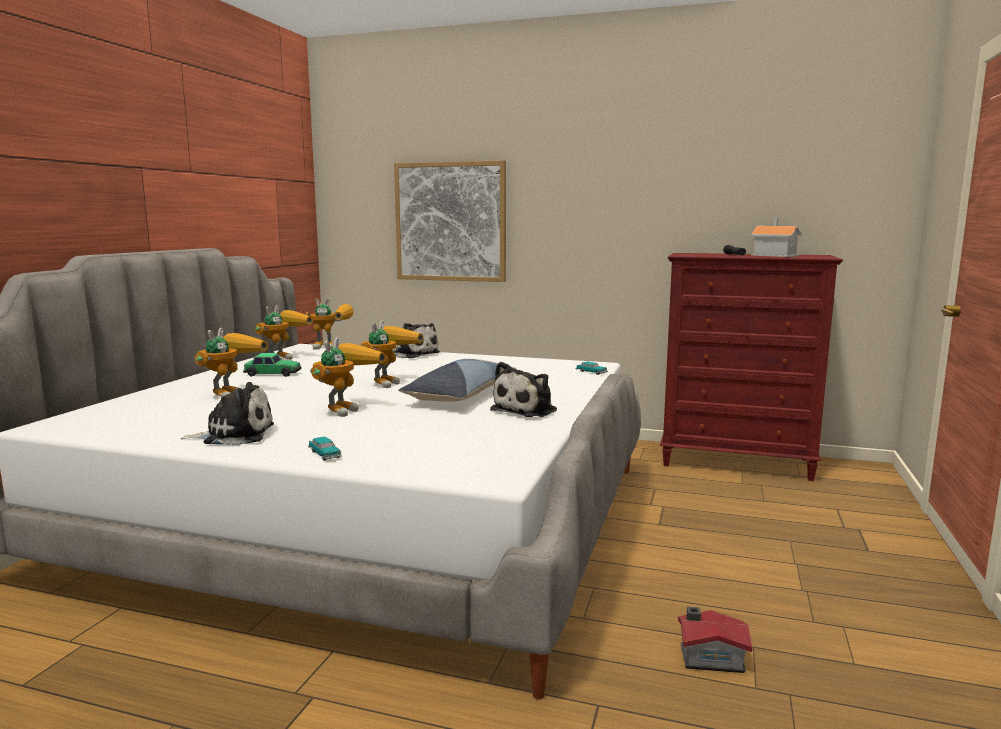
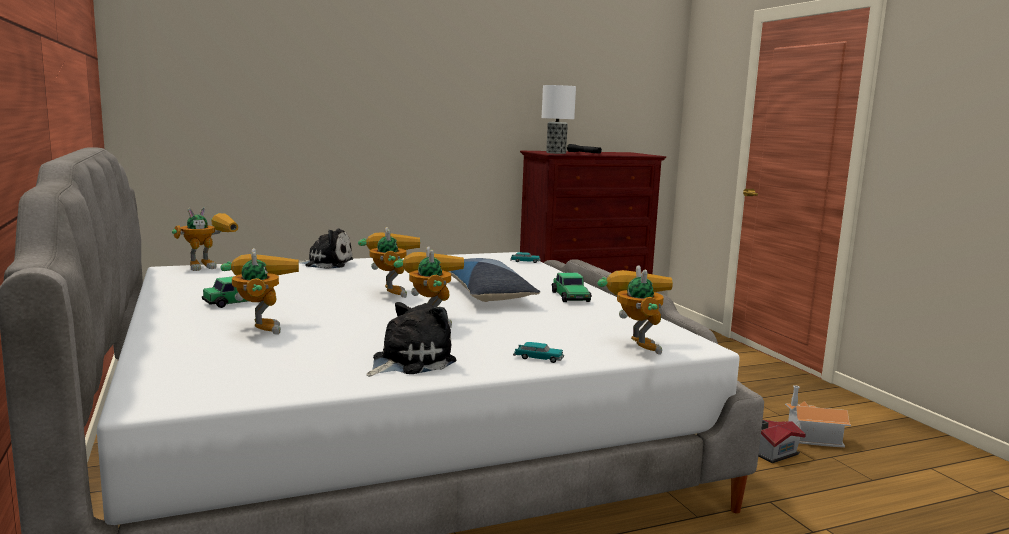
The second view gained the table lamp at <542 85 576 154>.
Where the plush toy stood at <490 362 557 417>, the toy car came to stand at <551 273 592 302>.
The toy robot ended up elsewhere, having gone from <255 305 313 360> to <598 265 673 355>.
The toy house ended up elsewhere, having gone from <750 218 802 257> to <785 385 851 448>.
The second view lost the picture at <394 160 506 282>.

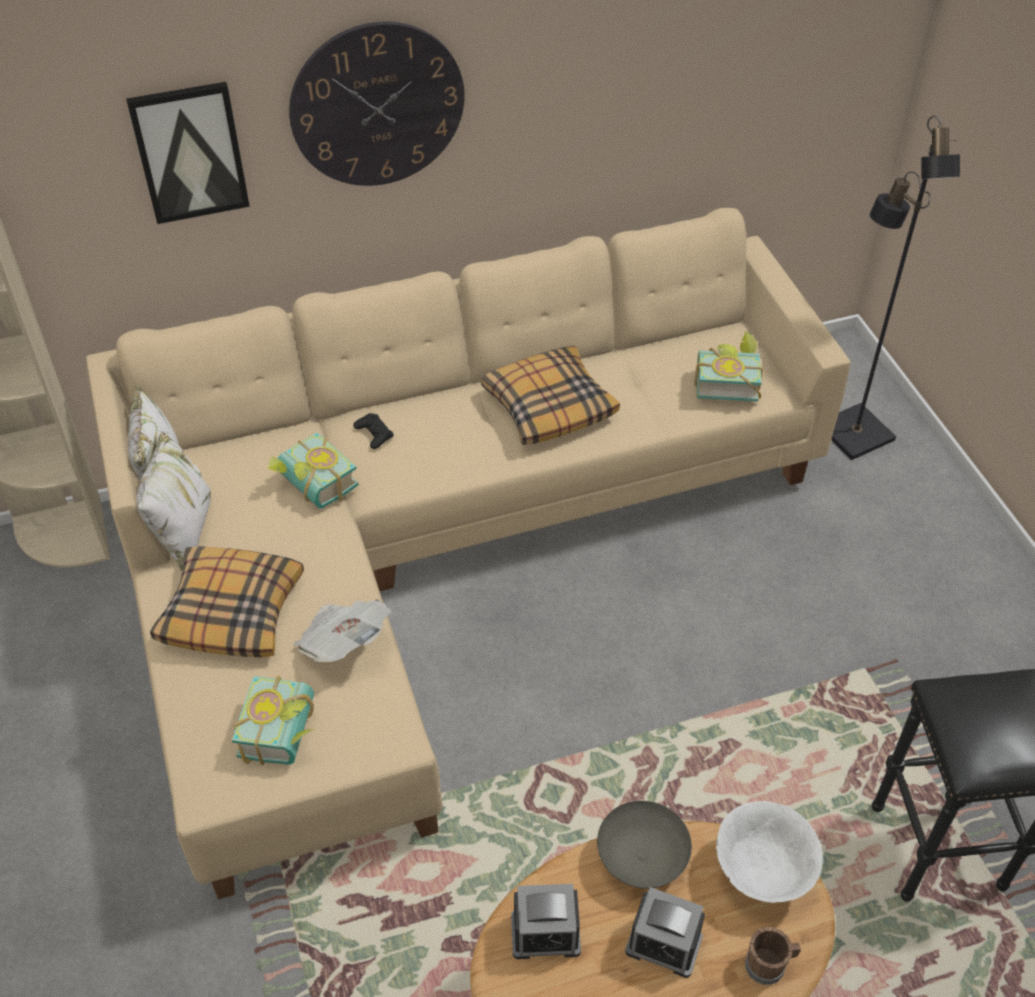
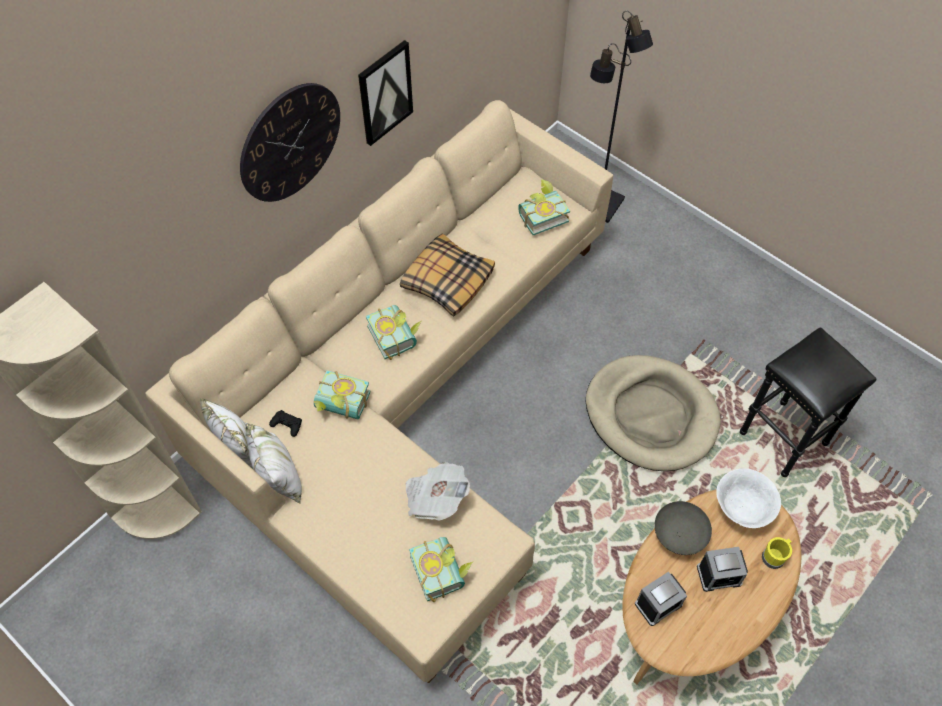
The black game controller ended up elsewhere, having gone from <353 413 394 449> to <269 410 302 437>.
The picture ended up elsewhere, having gone from <126 82 250 224> to <358 40 413 146>.
The second view gained the book at <366 305 421 360>.
The second view gained the beige dog bed at <586 355 721 471>.
What was the brown mug at <745 927 801 985> turned into the yellow mug at <762 537 792 569>.
The second view lost the pillow at <150 546 304 658>.

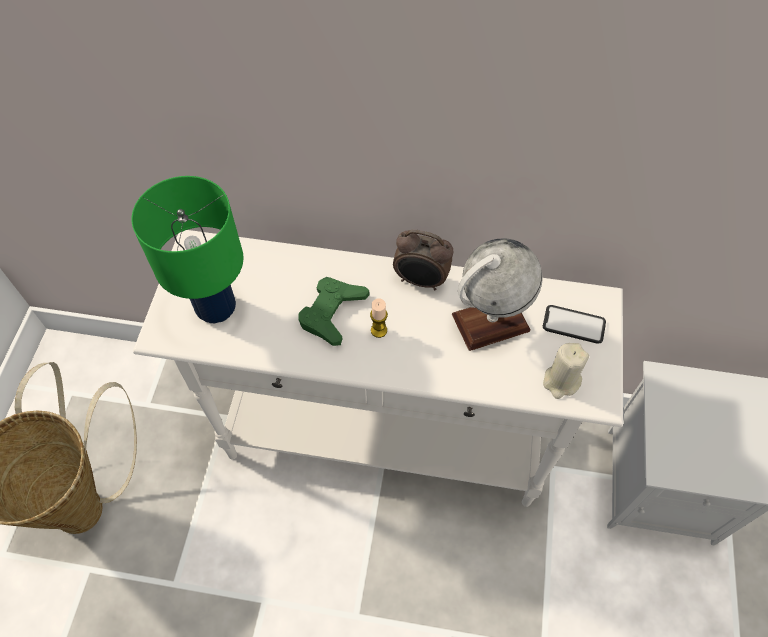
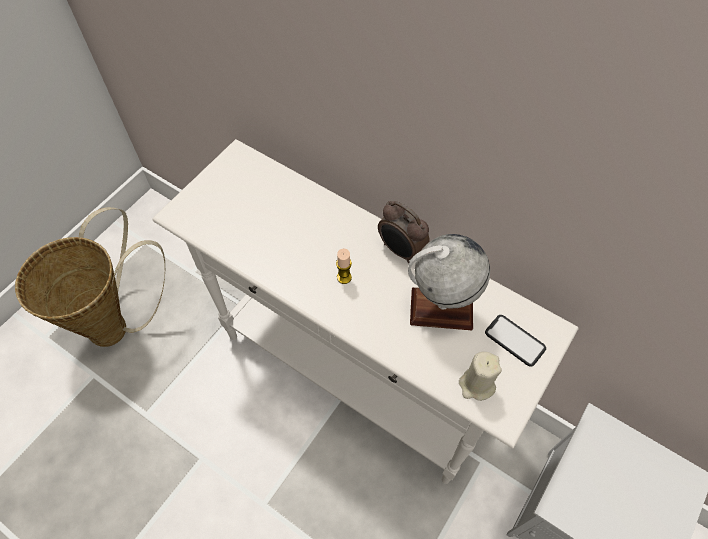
The second view lost the green table lamp at <131 176 243 323>.
The second view lost the green game controller at <298 277 369 346>.

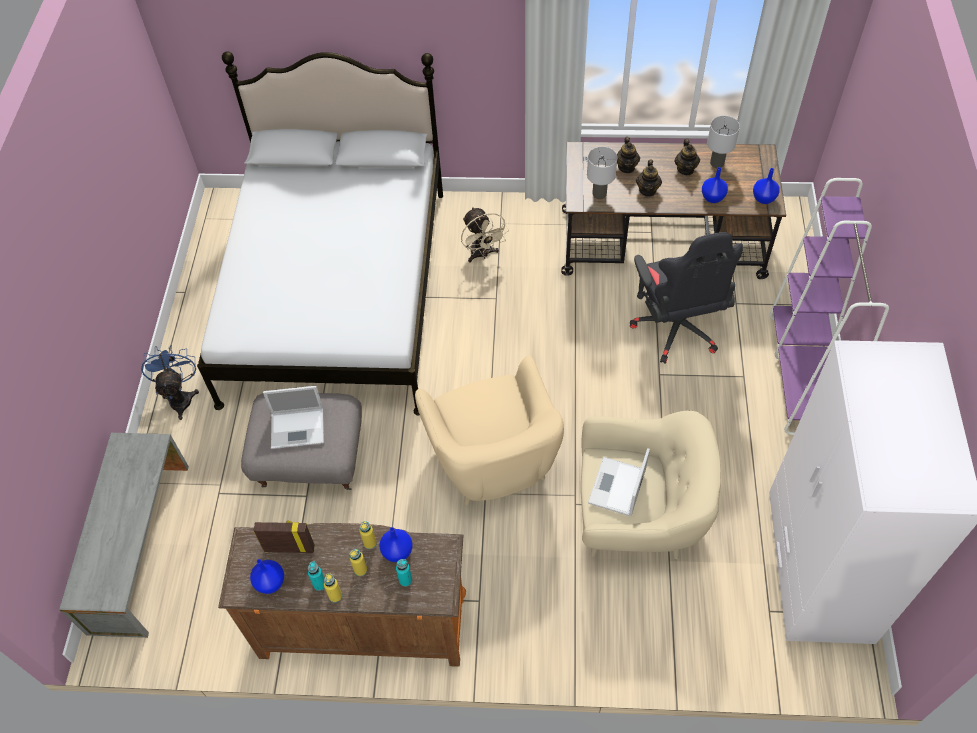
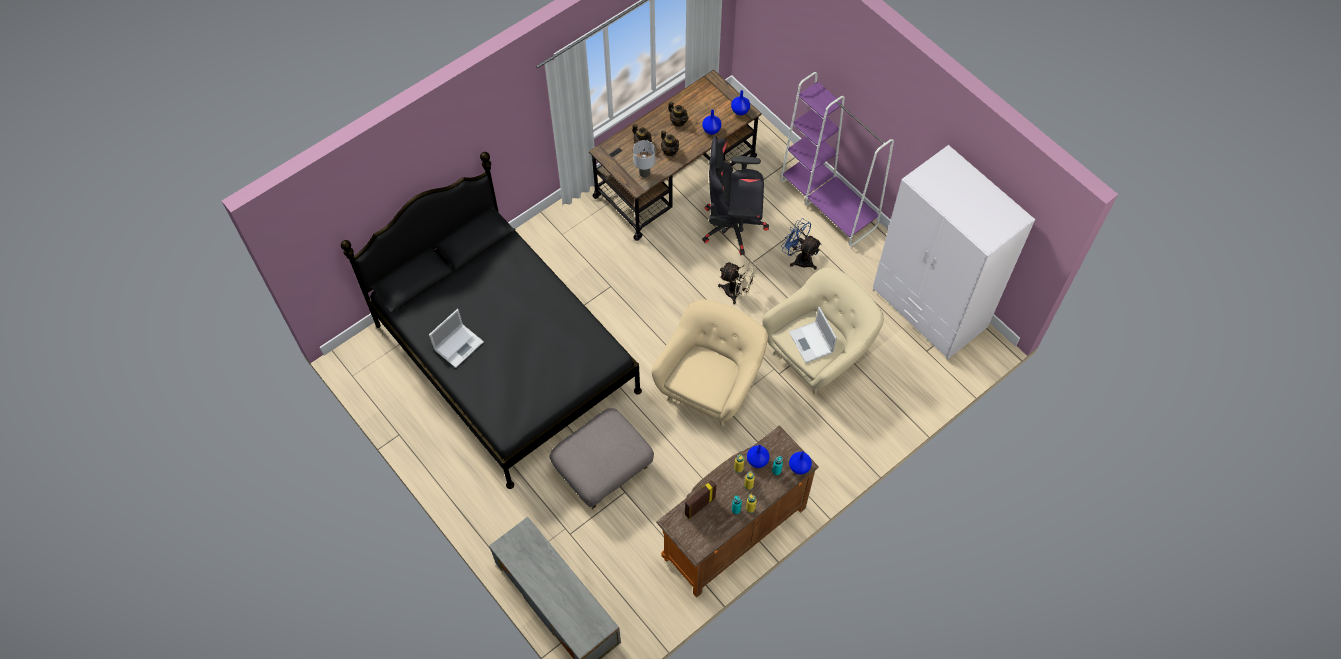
What was the white bed at <197 51 443 416> turned into the black bed at <341 152 642 489>.
The laptop ended up elsewhere, having gone from <263 386 324 449> to <429 309 484 368>.
The beige armchair at <415 356 564 505> ended up facing another way, 90 degrees counterclockwise from before.
The black office chair at <630 232 743 364> ended up facing another way, 150 degrees clockwise from before.
The beige fan ended up elsewhere, having gone from <461 207 509 263> to <718 258 758 304>.
The blue fan ended up elsewhere, having gone from <141 344 199 420> to <781 218 822 270>.
The blue vase ended up elsewhere, having gone from <250 559 284 594> to <789 451 812 475>.
The second view lost the white table lamp at <707 116 740 168>.

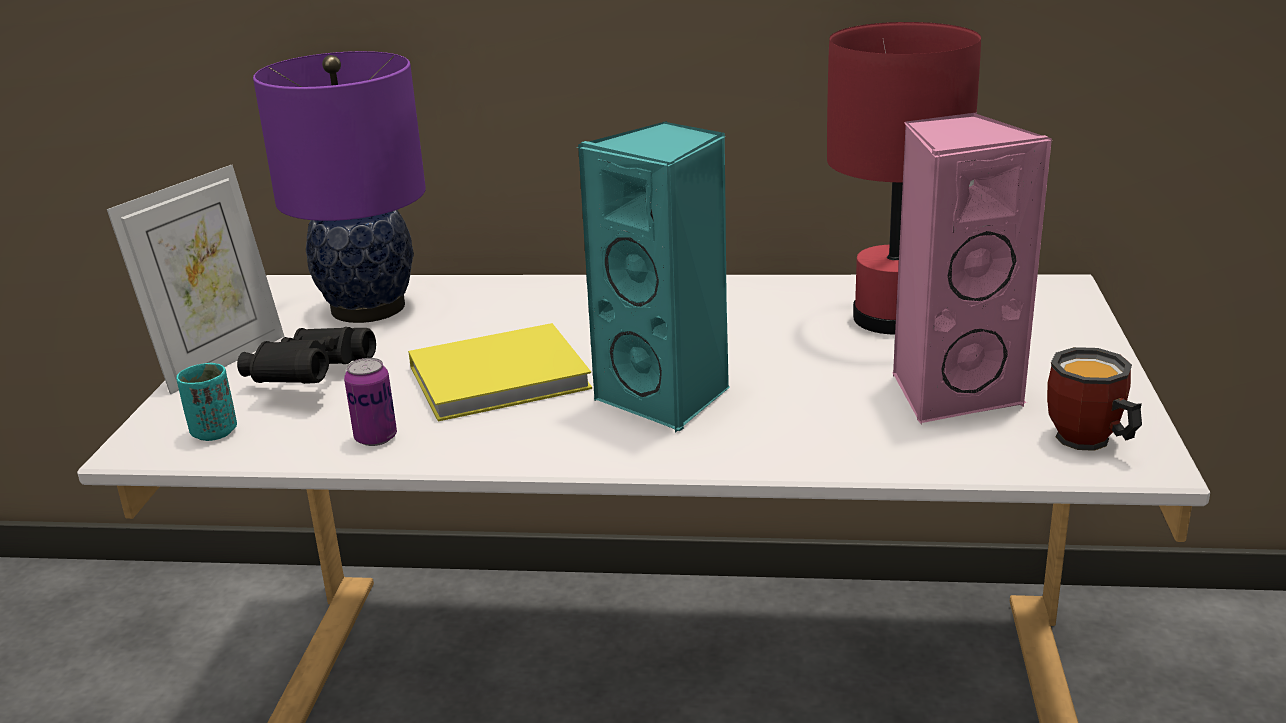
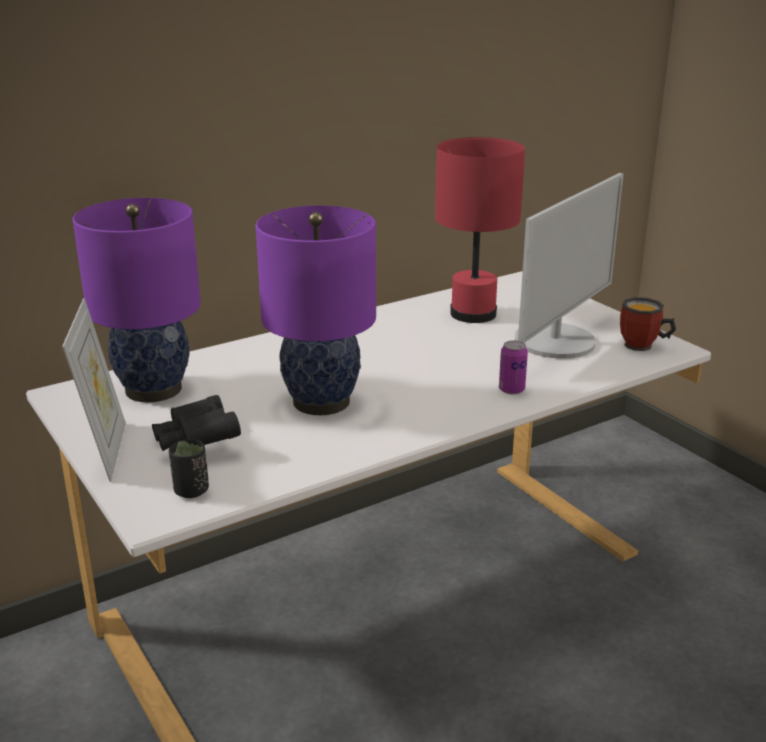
What was the turquoise cup at <176 363 237 441> turned into the black cup at <169 439 209 498>.
Where the yellow book stood at <408 323 592 422>, the purple table lamp came to stand at <256 206 376 415>.
The can ended up elsewhere, having gone from <344 358 397 446> to <499 340 528 395>.
Where the pink speaker stood at <892 112 1052 425>, the monitor came to stand at <515 173 624 359>.
The second view lost the turquoise speaker at <576 121 729 433>.

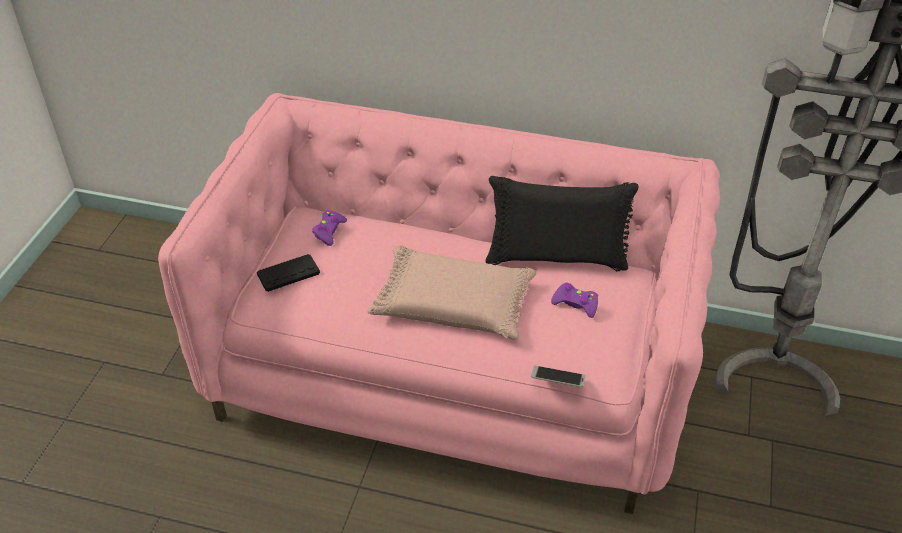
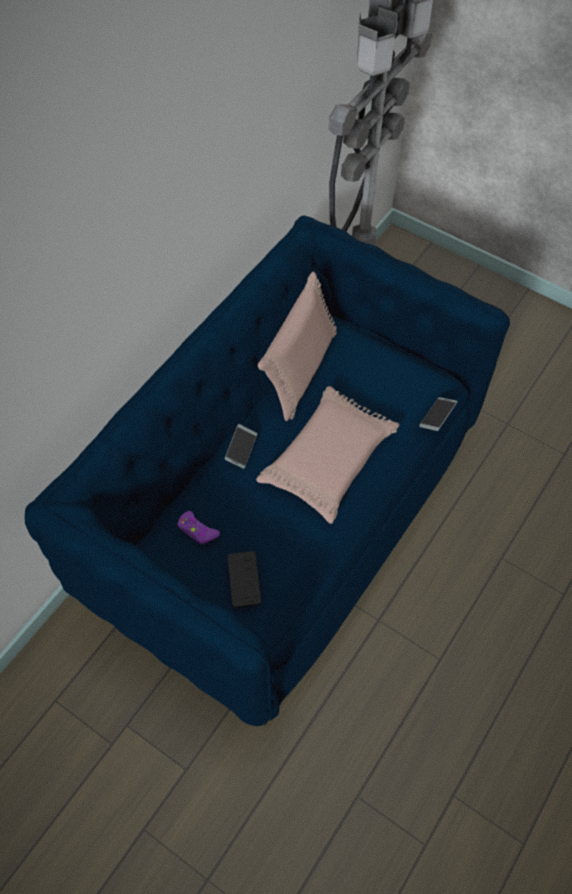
What was the pink sofa at <158 93 720 514> turned into the blue sofa at <25 216 510 726>.
The second view gained the phone at <225 424 257 469>.
What was the black pillow at <485 176 639 272> turned into the beige pillow at <258 271 337 421>.
The second view lost the purple game controller at <551 283 598 318>.

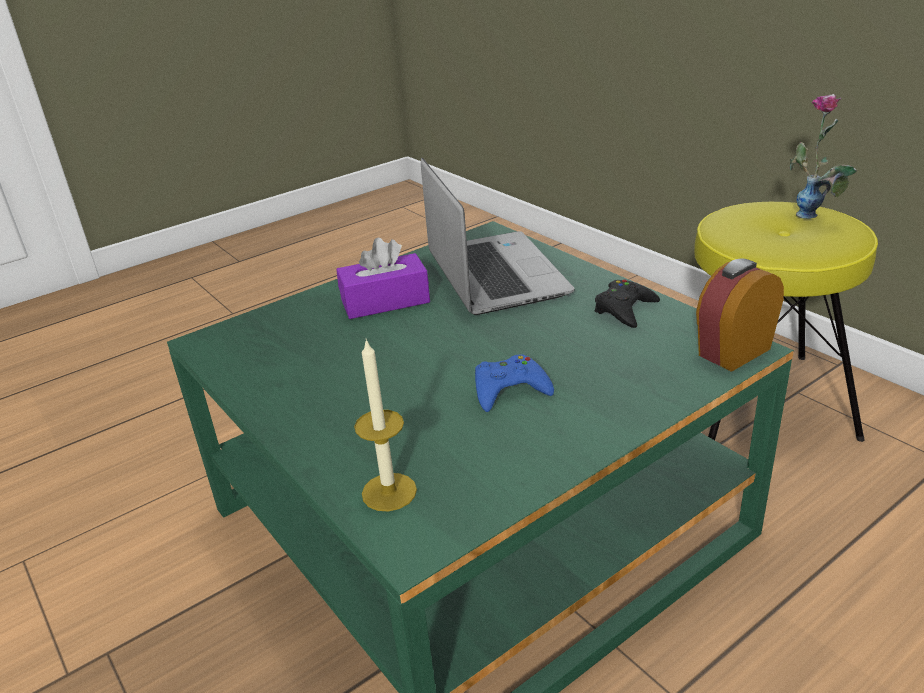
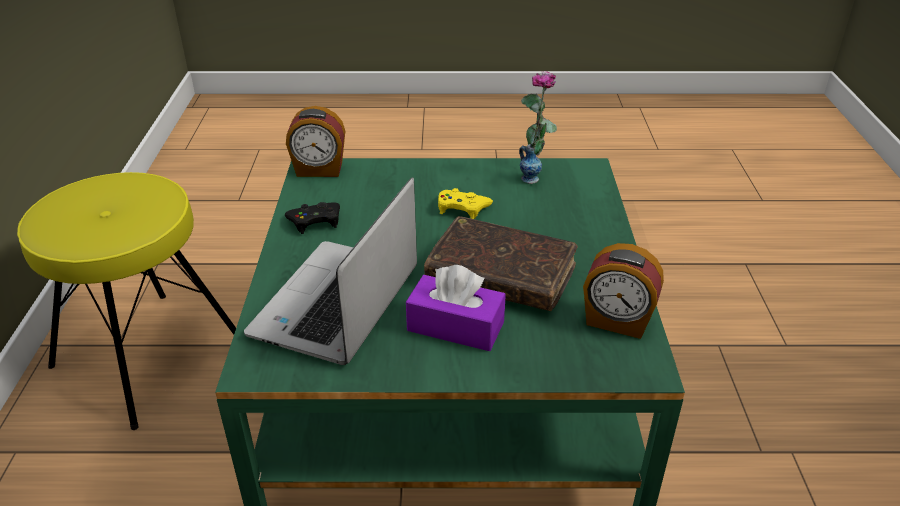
The second view gained the brown book at <424 216 578 311>.
What was the blue game controller at <475 354 554 412> turned into the yellow game controller at <438 188 493 219>.
The vase ended up elsewhere, having gone from <790 94 857 219> to <519 71 557 184>.
The second view gained the alarm clock at <583 243 664 339>.
The second view lost the candle at <354 338 417 512>.

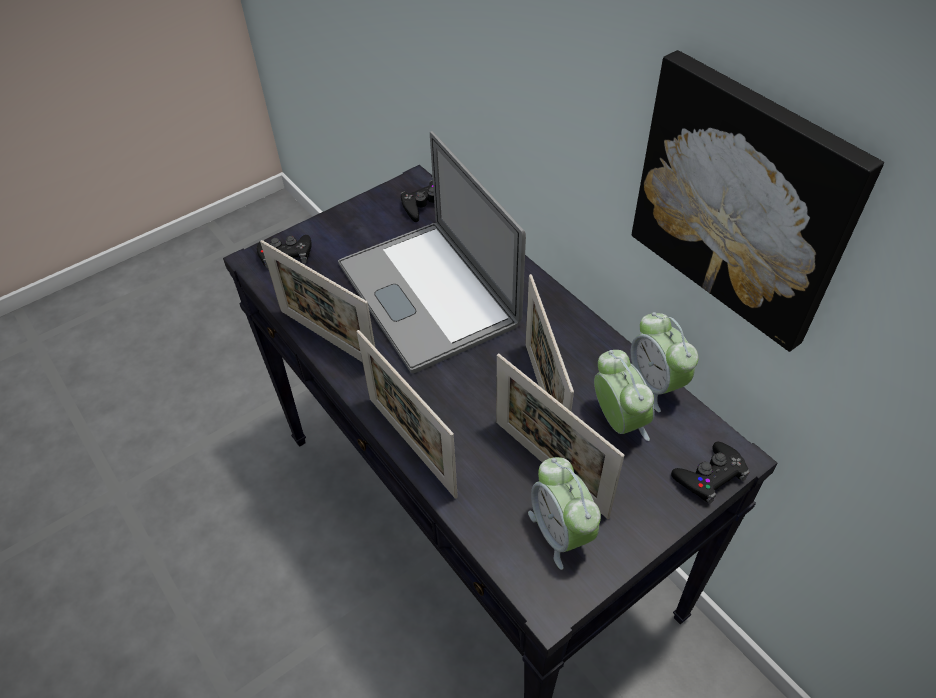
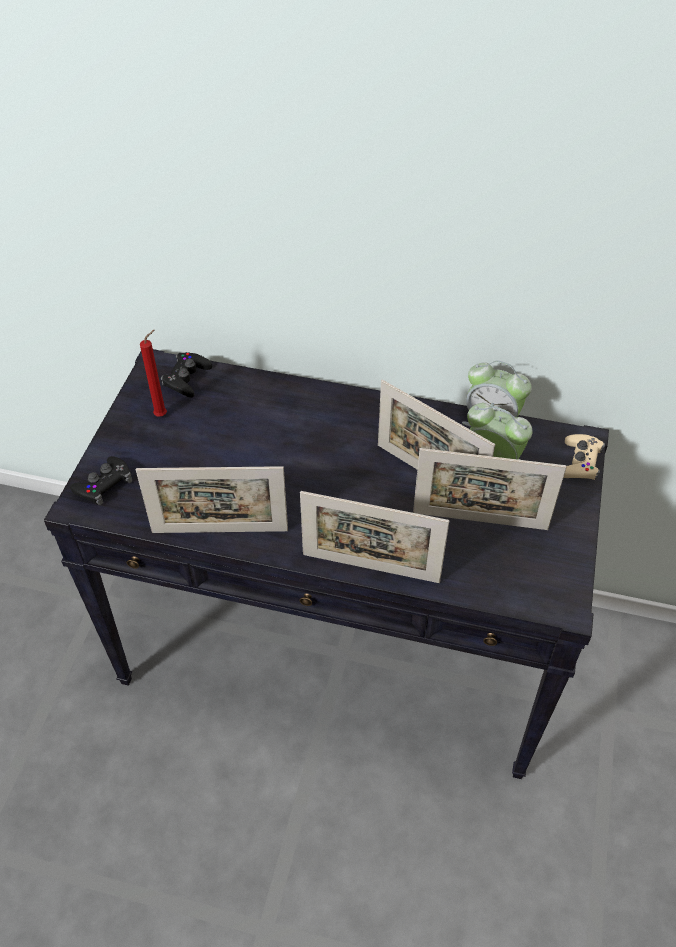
The second view gained the red candle at <140 330 167 417>.
What was the black game controller at <671 442 749 504> turned into the beige game controller at <564 434 605 480>.
The second view lost the laptop at <338 131 526 373>.
The second view lost the alarm clock at <528 457 601 570>.
The second view lost the picture at <632 50 884 352>.

